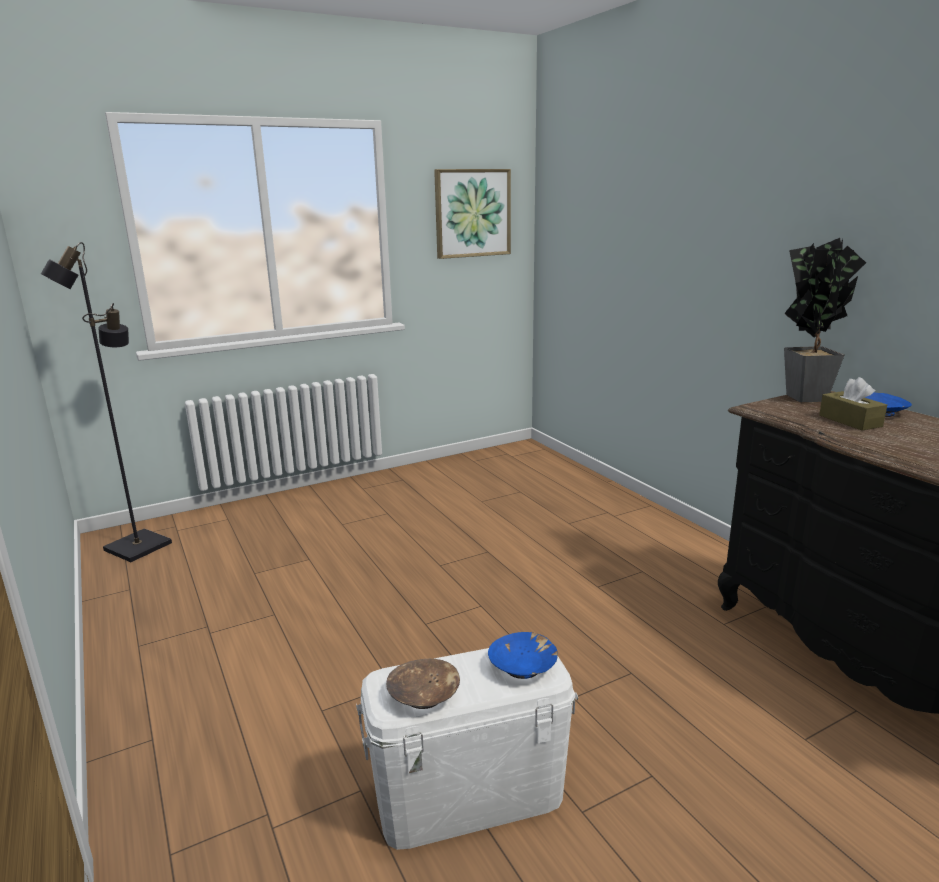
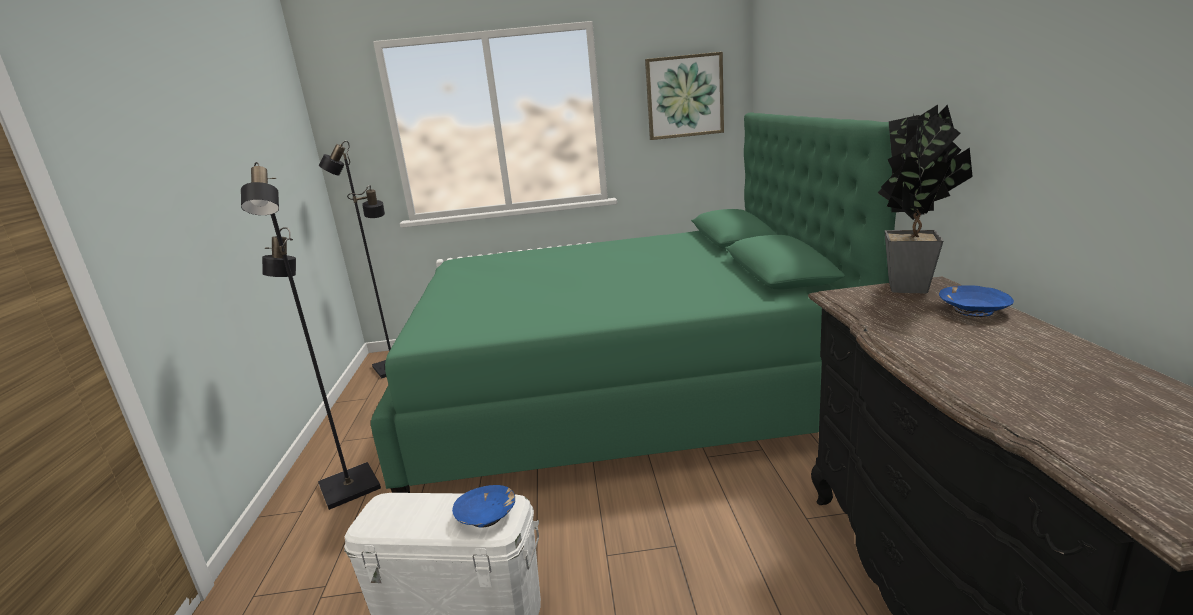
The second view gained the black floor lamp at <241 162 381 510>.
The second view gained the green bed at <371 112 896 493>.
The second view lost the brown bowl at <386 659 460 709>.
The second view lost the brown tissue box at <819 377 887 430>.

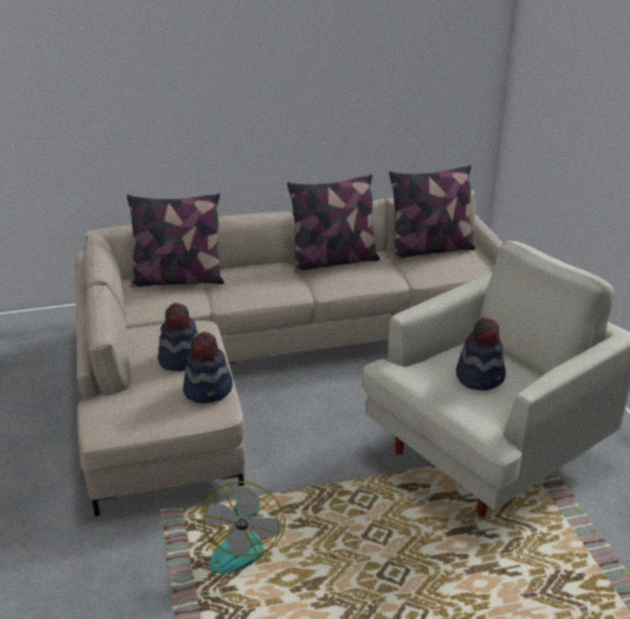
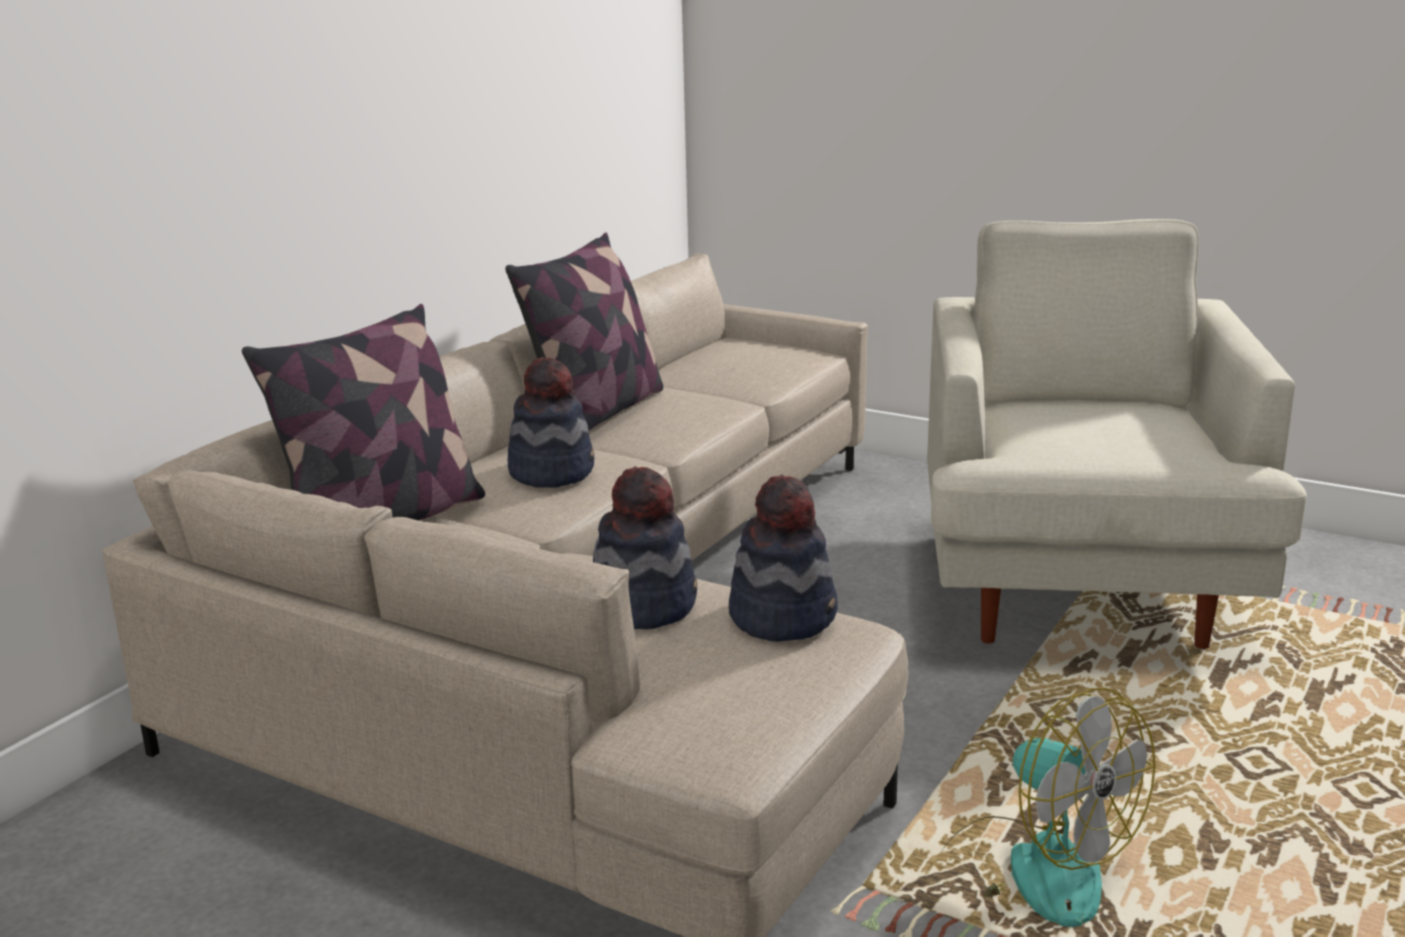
The hat ended up elsewhere, having gone from <456 317 506 390> to <508 357 594 488>.
The second view lost the pillow at <389 165 475 259>.

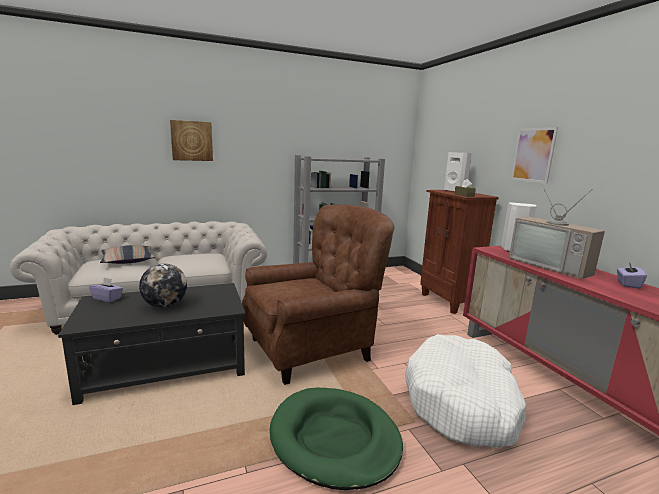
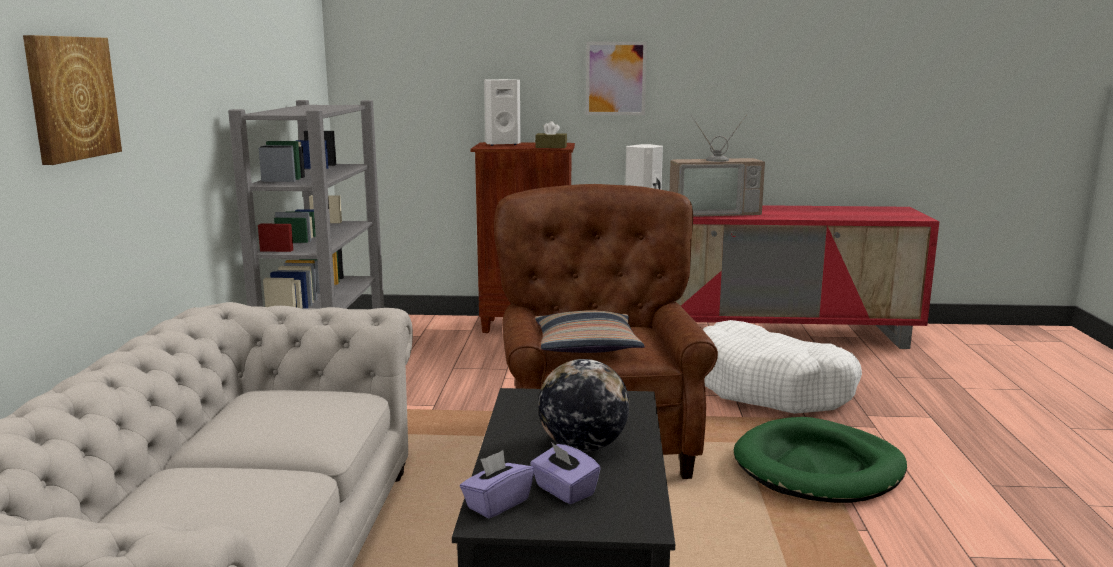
The purple tissue box ended up elsewhere, having gone from <617 262 647 289> to <530 442 601 504>.
The pillow ended up elsewhere, having gone from <100 245 155 264> to <535 310 645 353>.

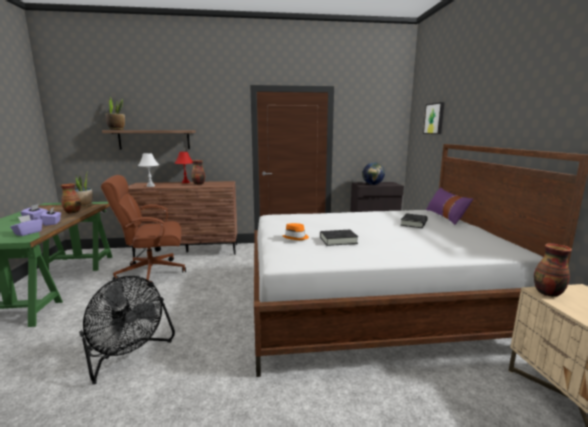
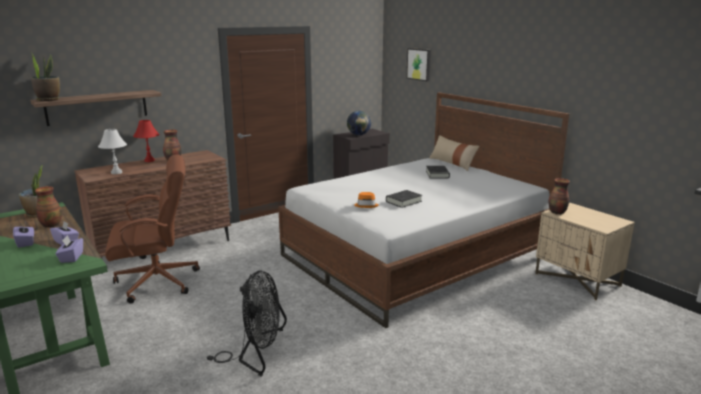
The brown office chair at <101 175 186 287> ended up facing another way, 150 degrees counterclockwise from before.
What was the purple pillow at <426 187 473 225> turned into the beige pillow at <430 135 480 171>.

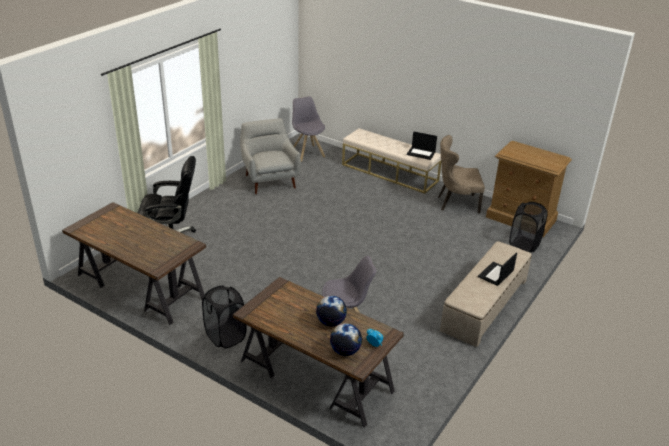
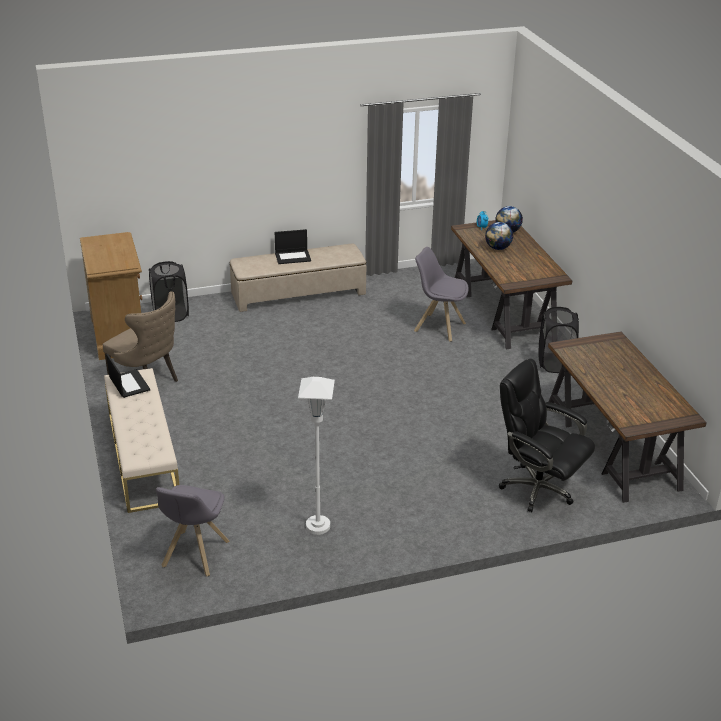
Where the grey armchair stood at <240 119 301 194>, the white floor lamp came to stand at <298 377 335 535>.

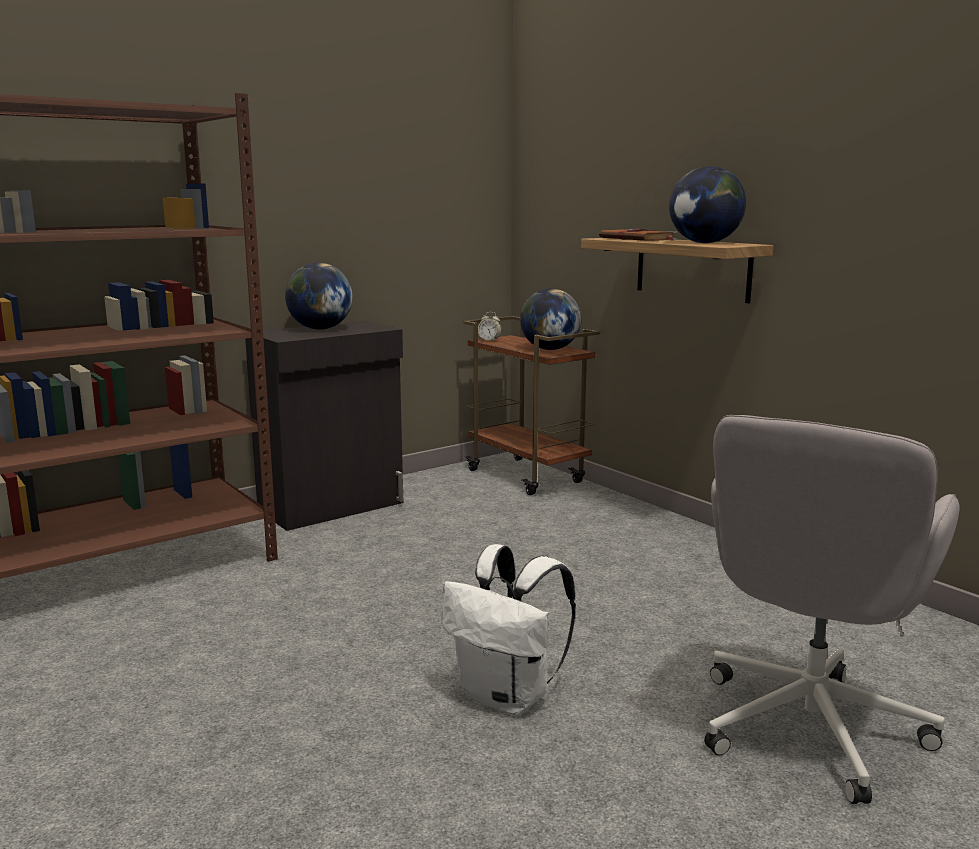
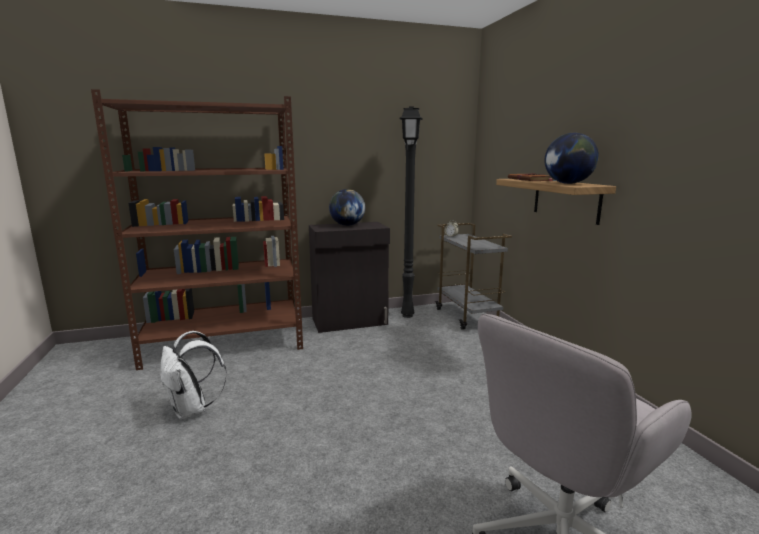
The white backpack ended up elsewhere, having gone from <441 544 576 715> to <160 331 227 419>.
The second view gained the black floor lamp at <400 107 423 318>.
What was the brown cart at <463 316 600 495> turned into the grey cart at <435 223 512 330>.
The second view lost the globe at <520 288 582 350>.

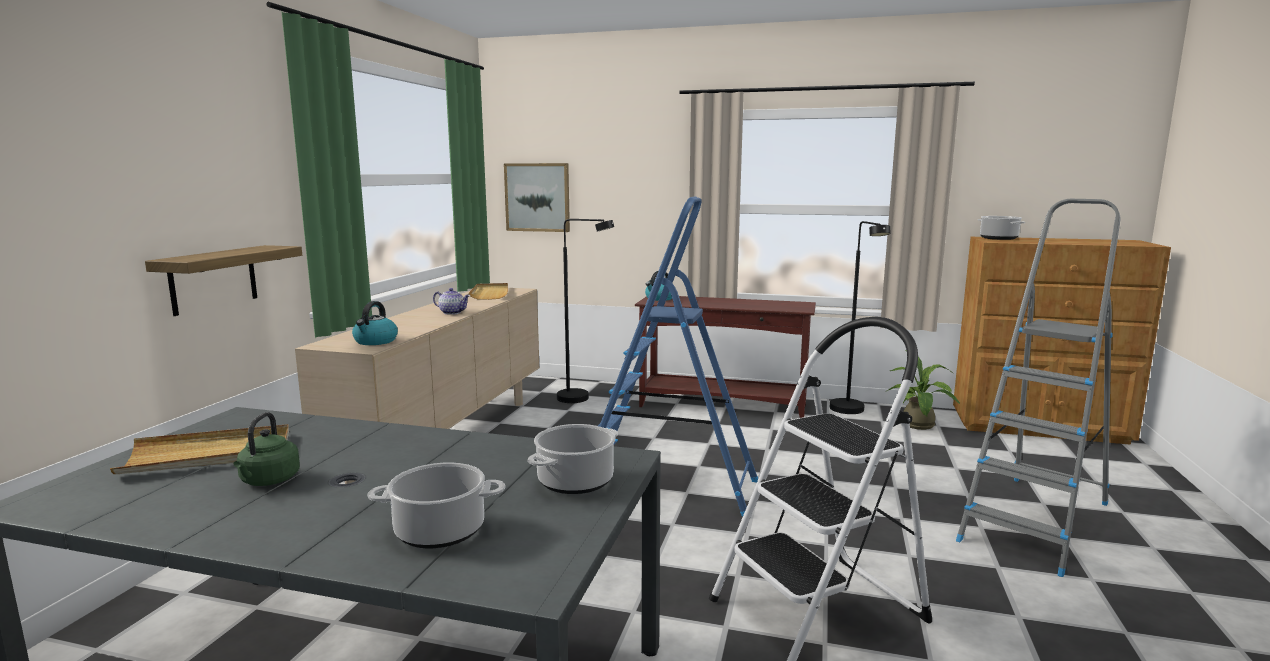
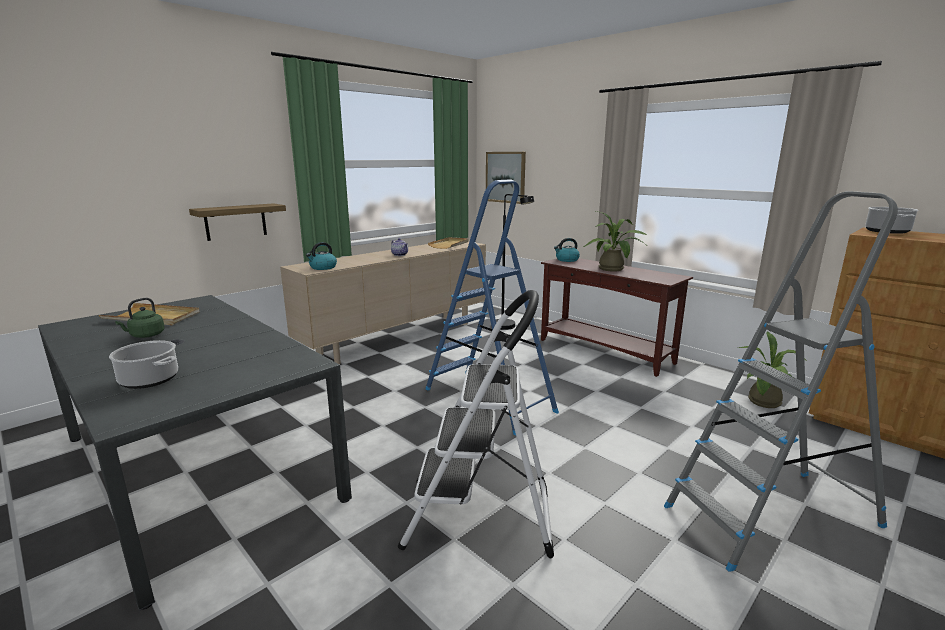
The second view gained the potted plant at <584 211 647 271>.
The second view lost the cooking pot at <528 424 618 494>.
The second view lost the black floor lamp at <830 221 891 414>.

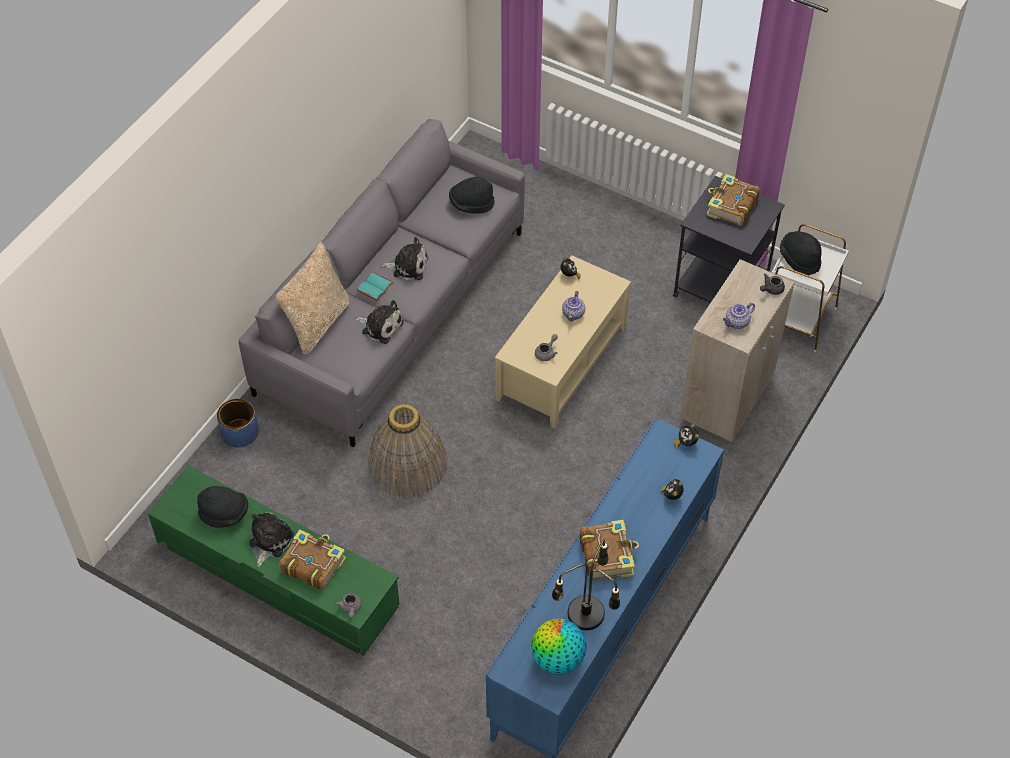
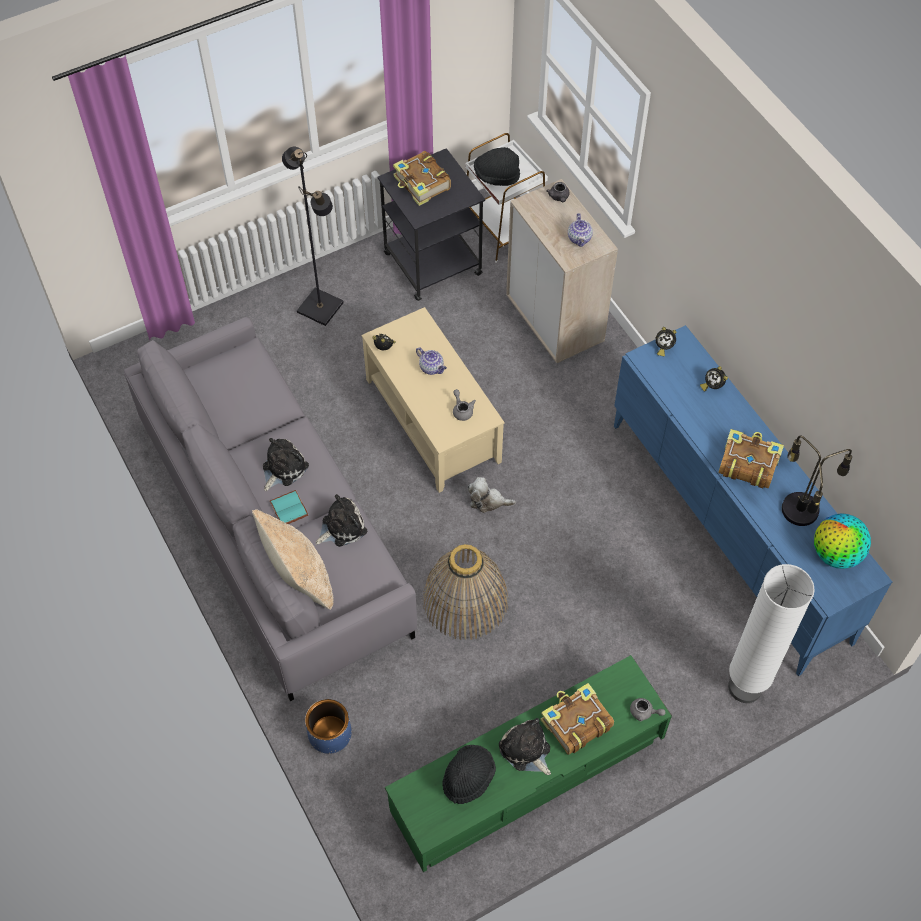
The second view gained the black floor lamp at <282 147 344 326>.
The second view gained the plush toy at <468 477 516 513>.
The second view gained the white floor lamp at <728 564 815 703>.
The second view lost the black hat at <449 177 495 214>.

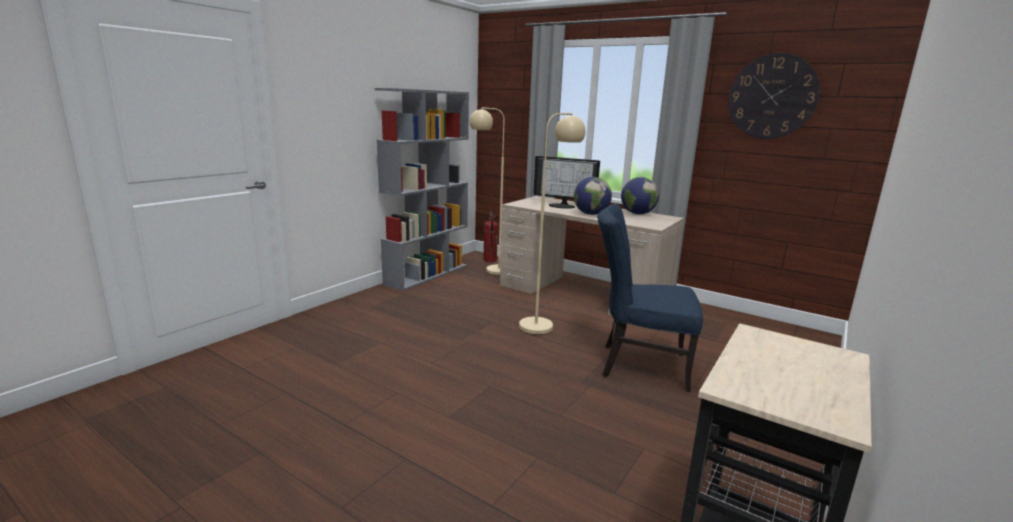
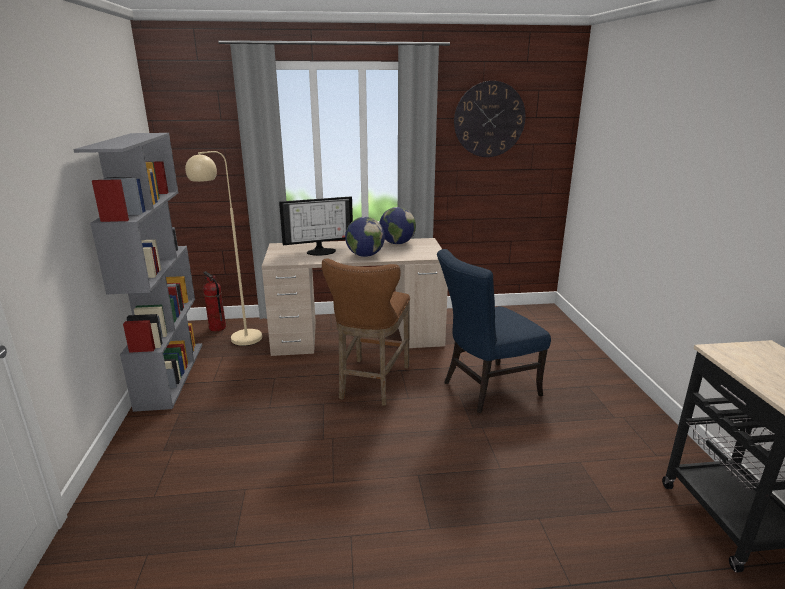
Where the beige floor lamp stood at <519 113 586 335>, the brown stool came to stand at <322 258 410 406>.

